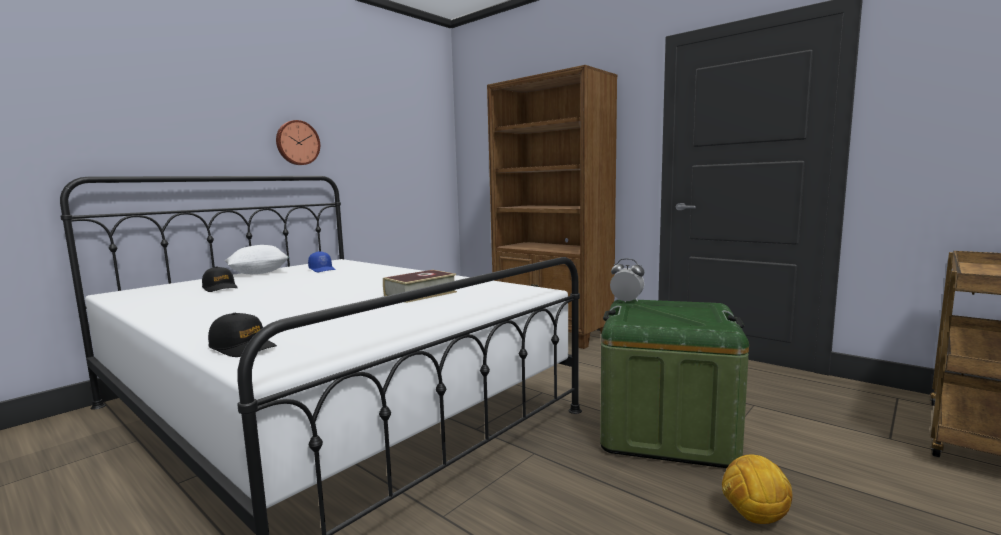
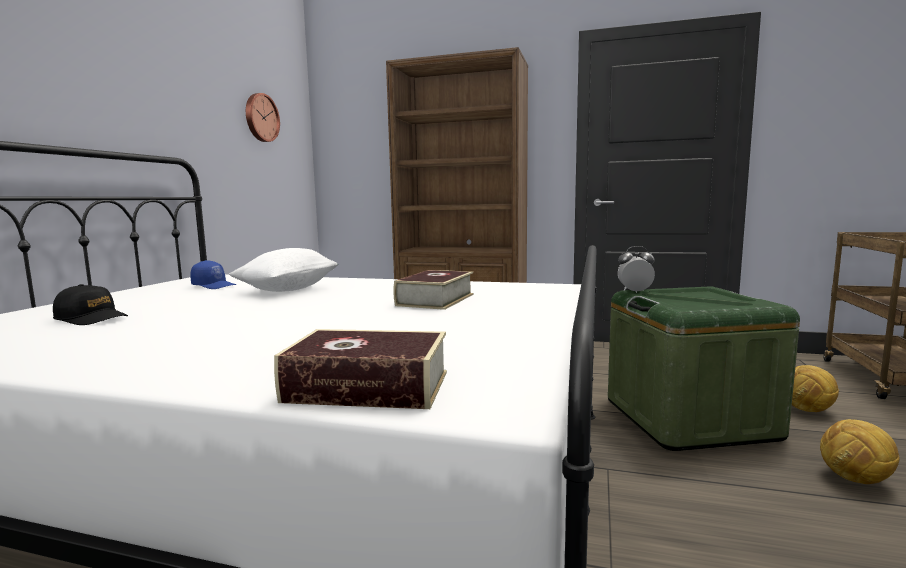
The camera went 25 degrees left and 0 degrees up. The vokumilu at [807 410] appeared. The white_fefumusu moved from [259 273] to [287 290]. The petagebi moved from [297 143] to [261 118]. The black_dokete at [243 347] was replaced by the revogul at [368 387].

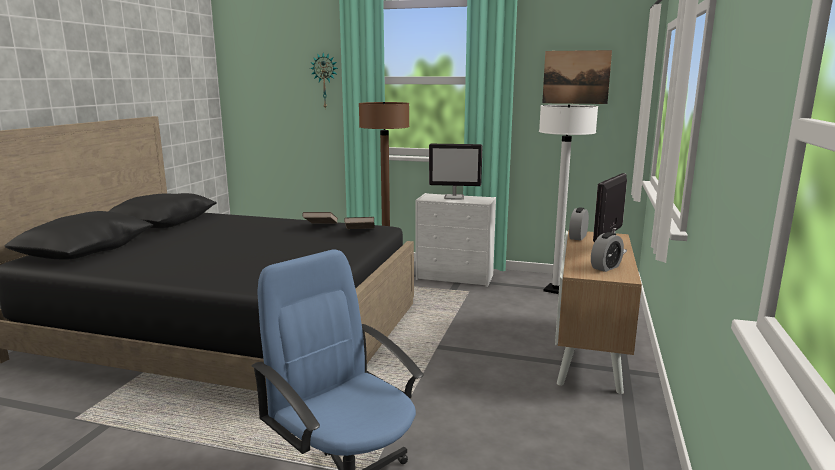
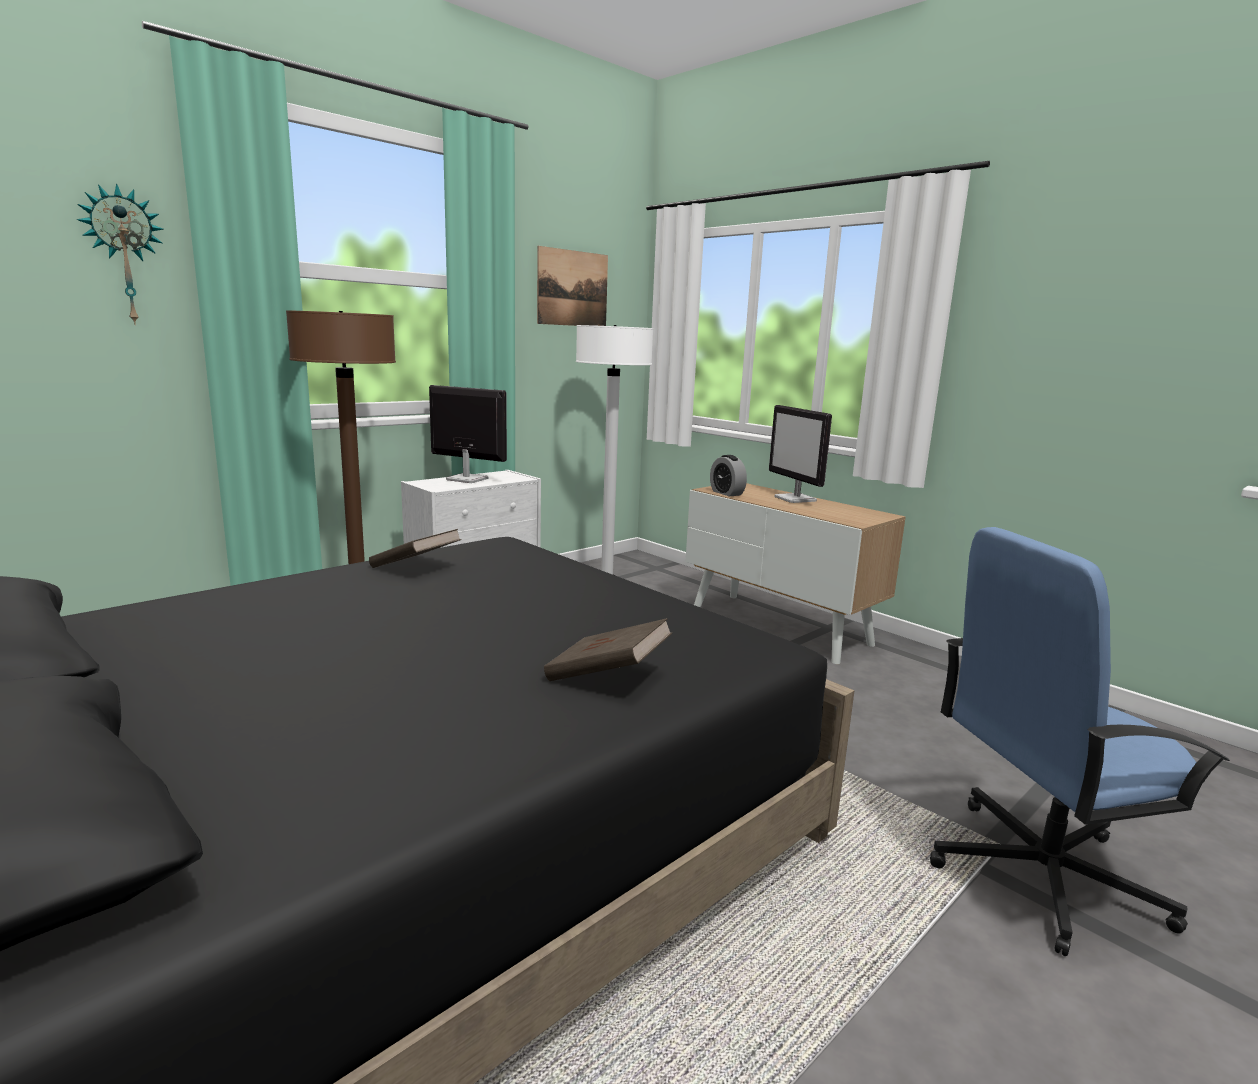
The camera went 60 degrees left and 0 degrees up. The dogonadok at [606 267] disappeared. The brown_revogul moved from [360 232] to [607 676]. The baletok at [454 197] turned 105 degrees counterclockwise.

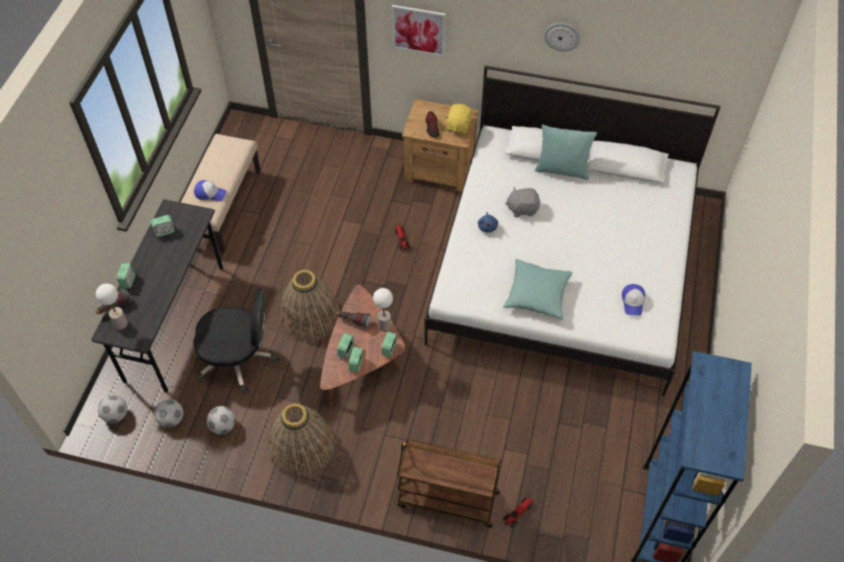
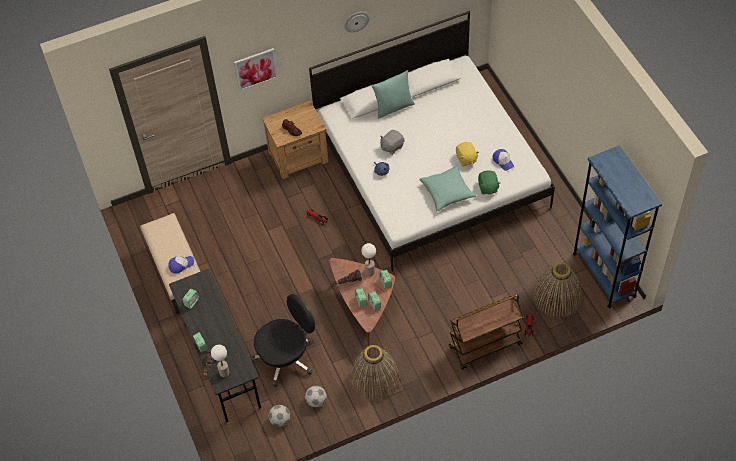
The camera went 35 degrees left and 0 degrees up. The vokumilu at [116 415] disappeared. The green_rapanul at [487 187] appeared. The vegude moved from [310 315] to [557 296]. The yellow_rapanul moved from [458 126] to [466 159].

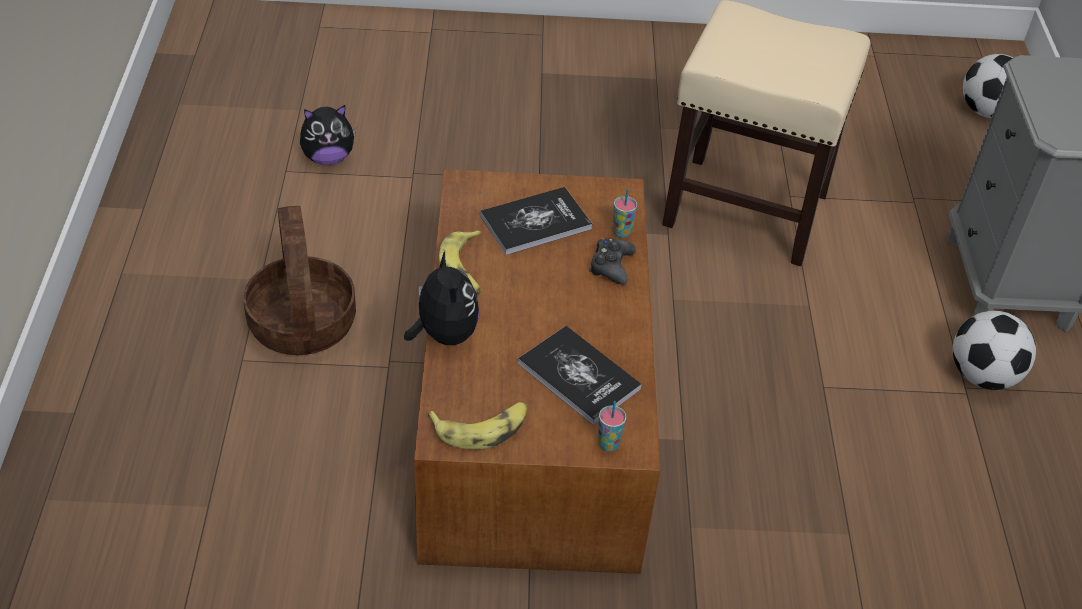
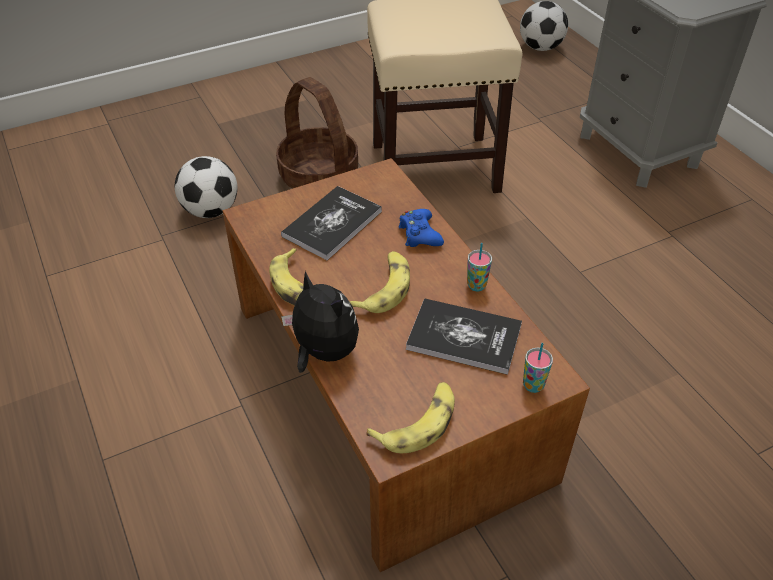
The camera went 25 degrees left and 0 degrees up. The rapanul at [328 158] disappeared. The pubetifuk at [384 288] appeared. The vegude moved from [301 322] to [318 175]. The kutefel moved from [621 232] to [476 285]. The vokumilu moved from [982 376] to [211 210]. The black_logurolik at [611 266] became the blue_logurolik at [419 234].

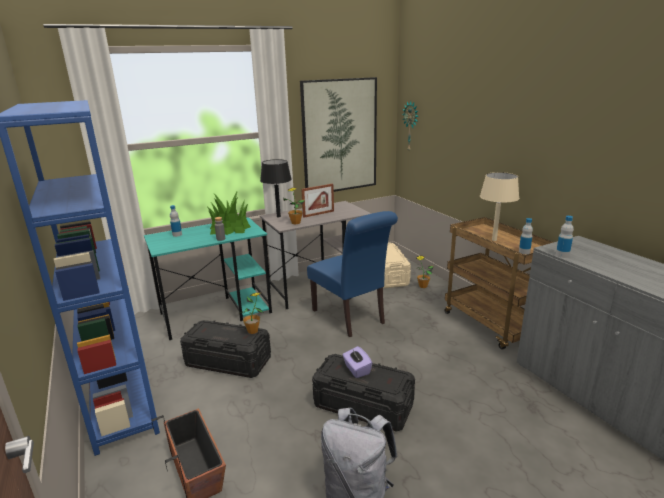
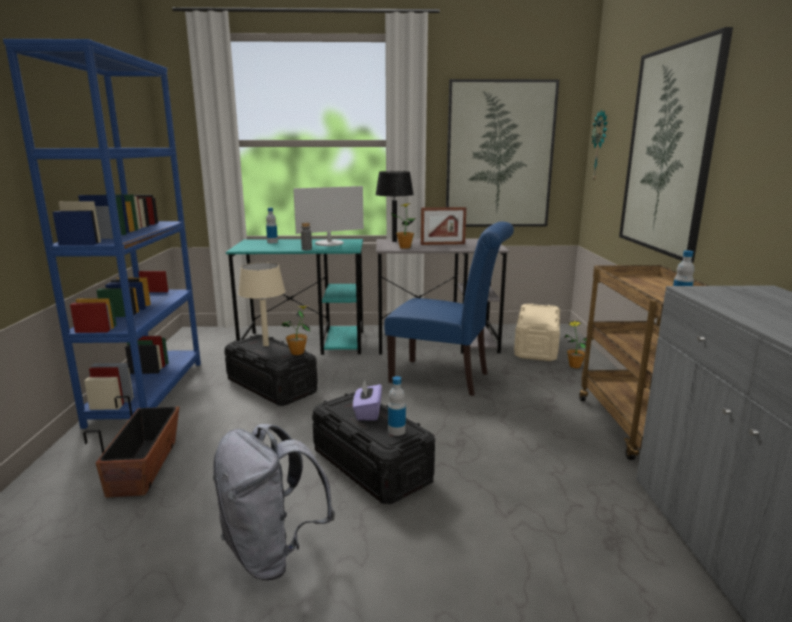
The camera went 25 degrees right and 5 degrees down. The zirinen at [668 151] appeared. The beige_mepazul moved from [494 240] to [266 345]. The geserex moved from [562 255] to [396 431]. The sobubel at [229 228] was replaced by the baletok at [329 243]. The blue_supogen at [351 318] turned 60 degrees counterclockwise.

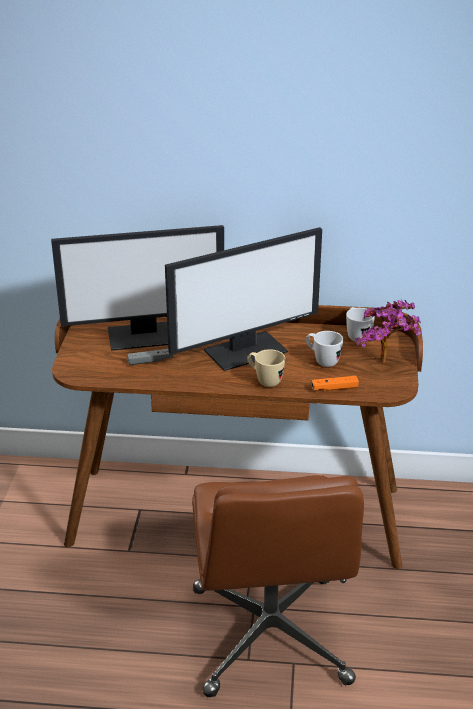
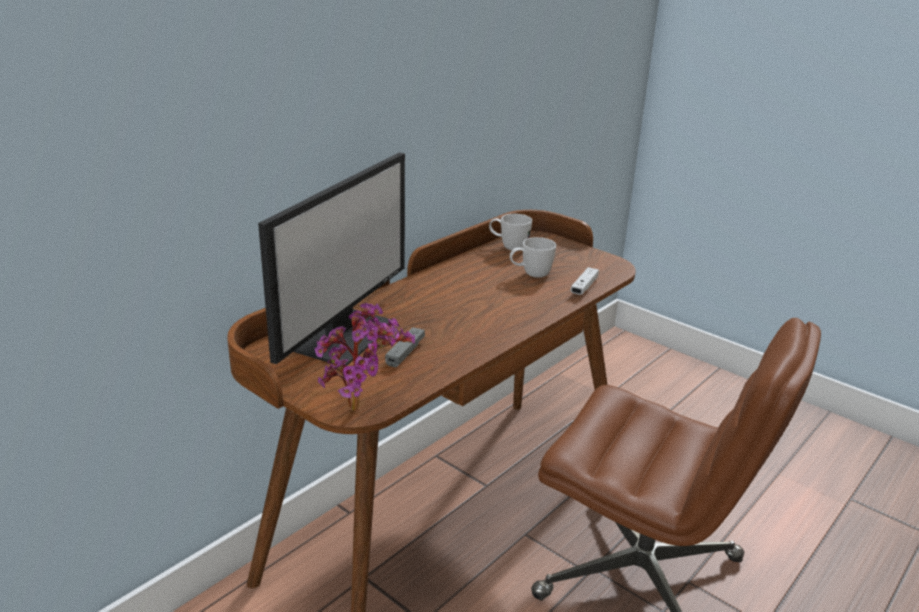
The camera went 55 degrees left and 5 degrees down. The baletok at [245 350] disappeared. The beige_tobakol at [264 380] disappeared. The sobubel moved from [386 364] to [362 411]. The orange_logurolik at [334 388] became the white_logurolik at [584 287].

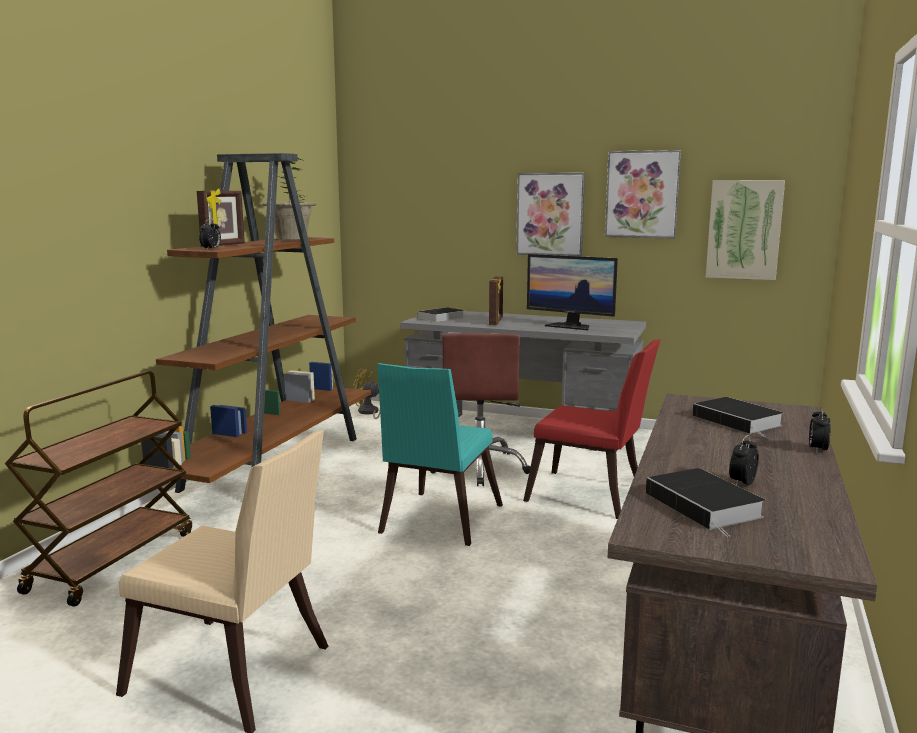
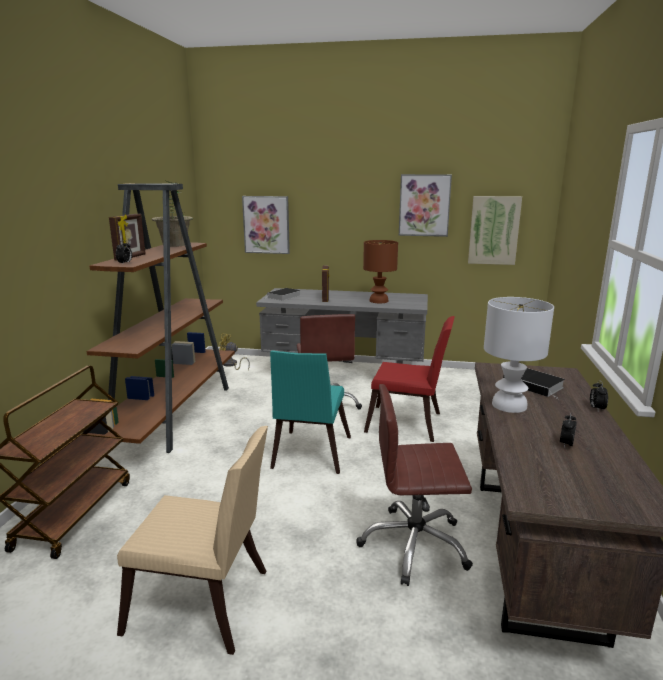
The camera went 10 degrees left and 5 degrees up. The revogul at [706 506] disappeared. The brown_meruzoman at [414 545] appeared. The white_mepazul at [508 405] appeared. The zirinen moved from [550 214] to [266 224]. The baletok at [570 326] was replaced by the brown_mepazul at [379 301].

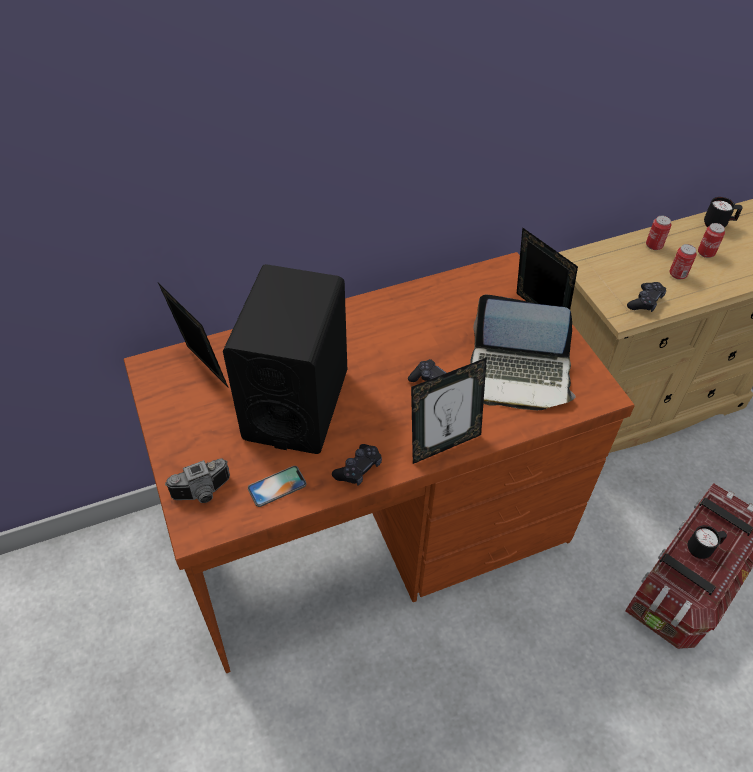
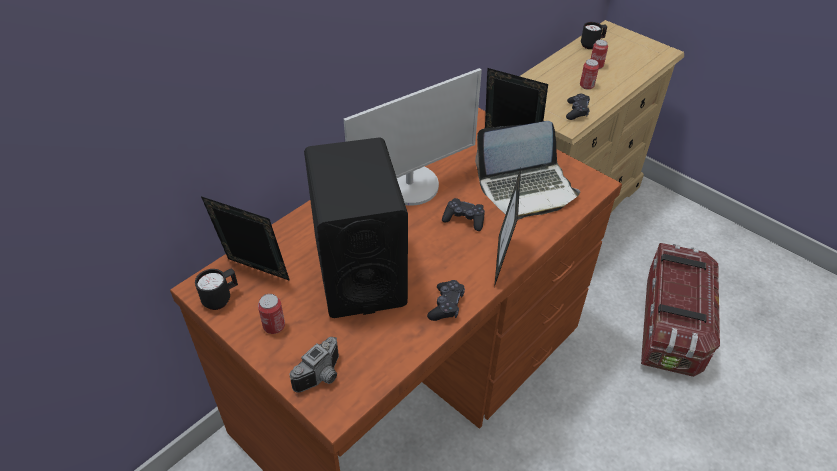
The camera went 25 degrees left and 5 degrees down. The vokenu at [277 486] disappeared. The baletok at [410 185] appeared. The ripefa moved from [654 245] to [274 326]. The black_tobakol moved from [702 549] to [221 298]. The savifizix at [444 444] turned 150 degrees clockwise.

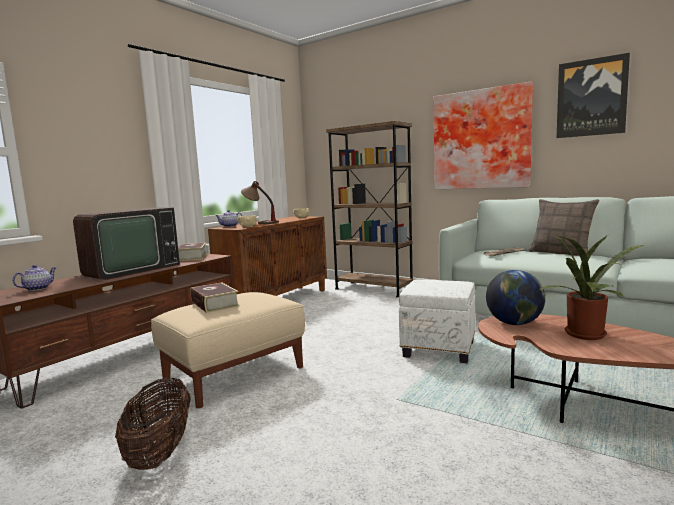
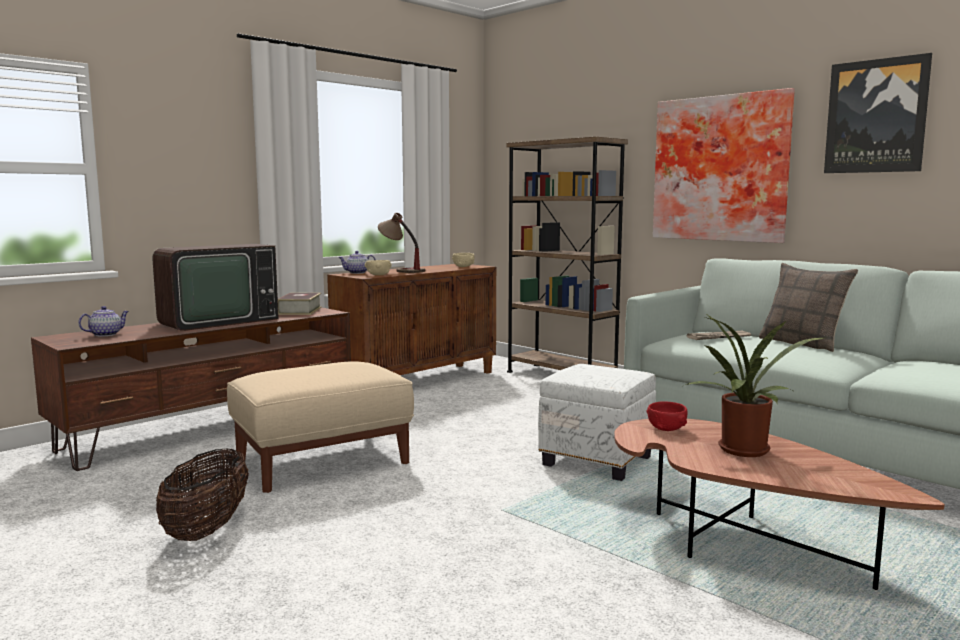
The camera went 10 degrees right and 0 degrees up. The revogul at [214 304] disappeared. The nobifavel at [514 323] was replaced by the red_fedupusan at [666 429].

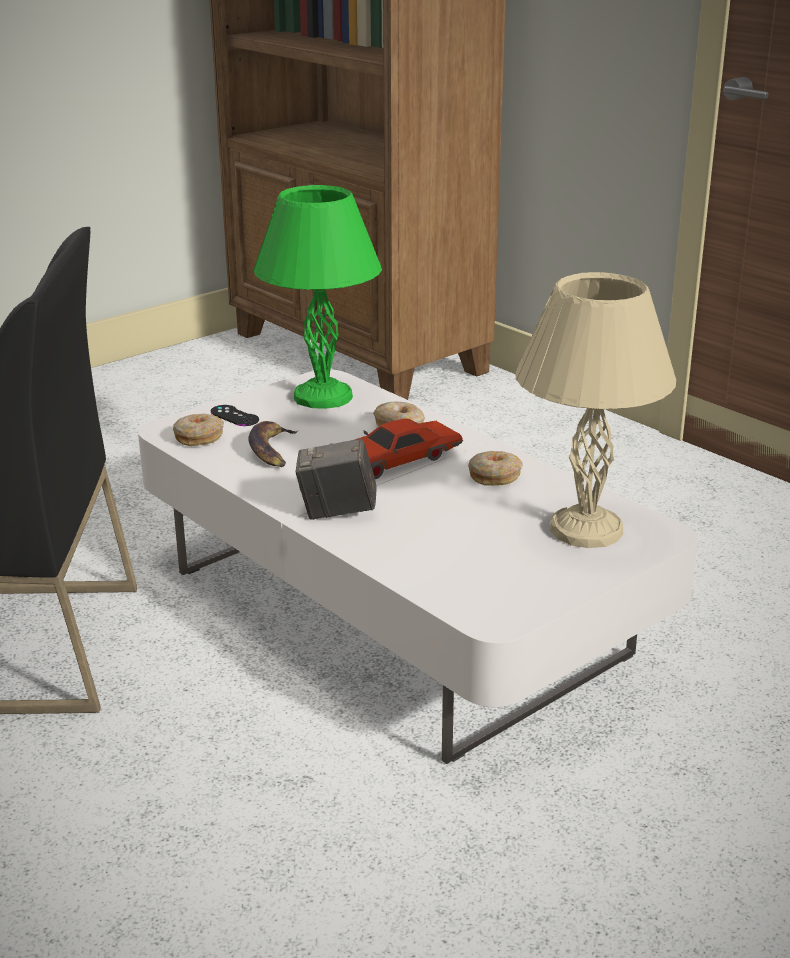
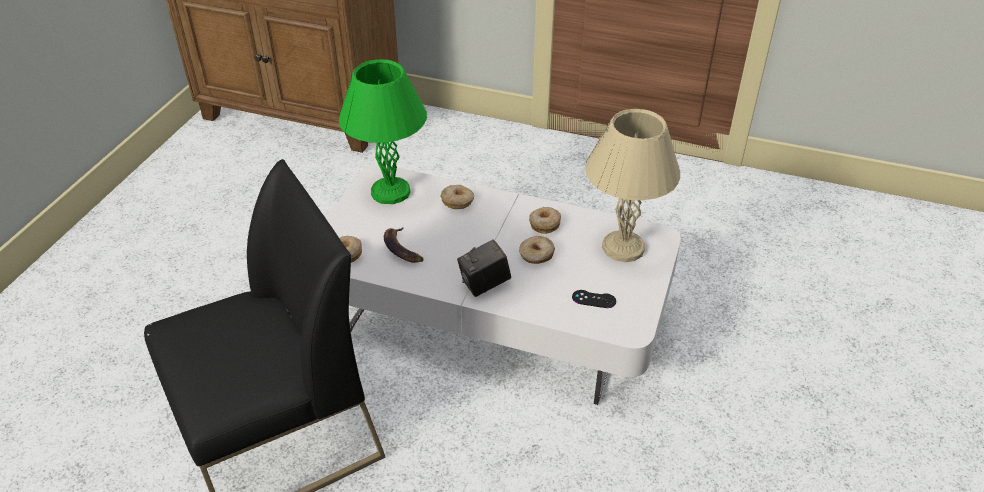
The camera went 30 degrees left and 15 degrees up. The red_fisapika at [398 460] disappeared. The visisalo at [536 255] appeared. The black_logurolik moved from [234 416] to [594 299].

